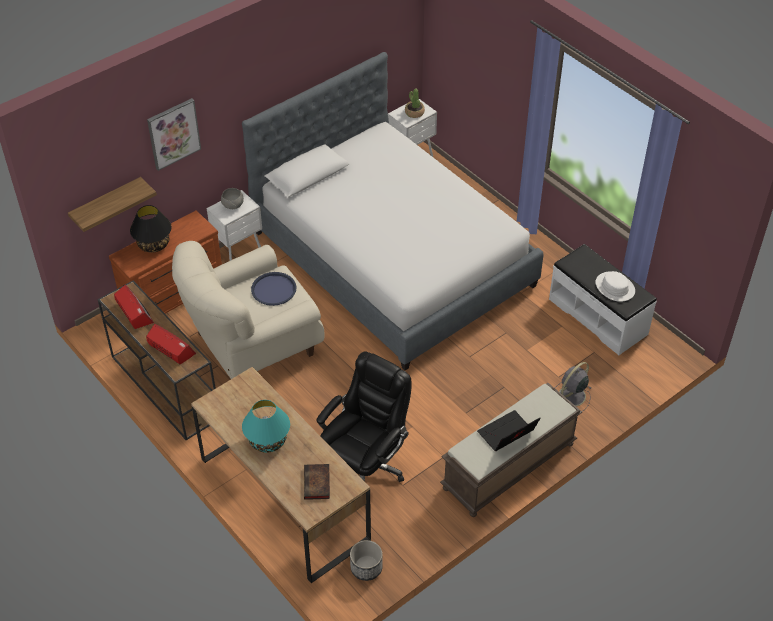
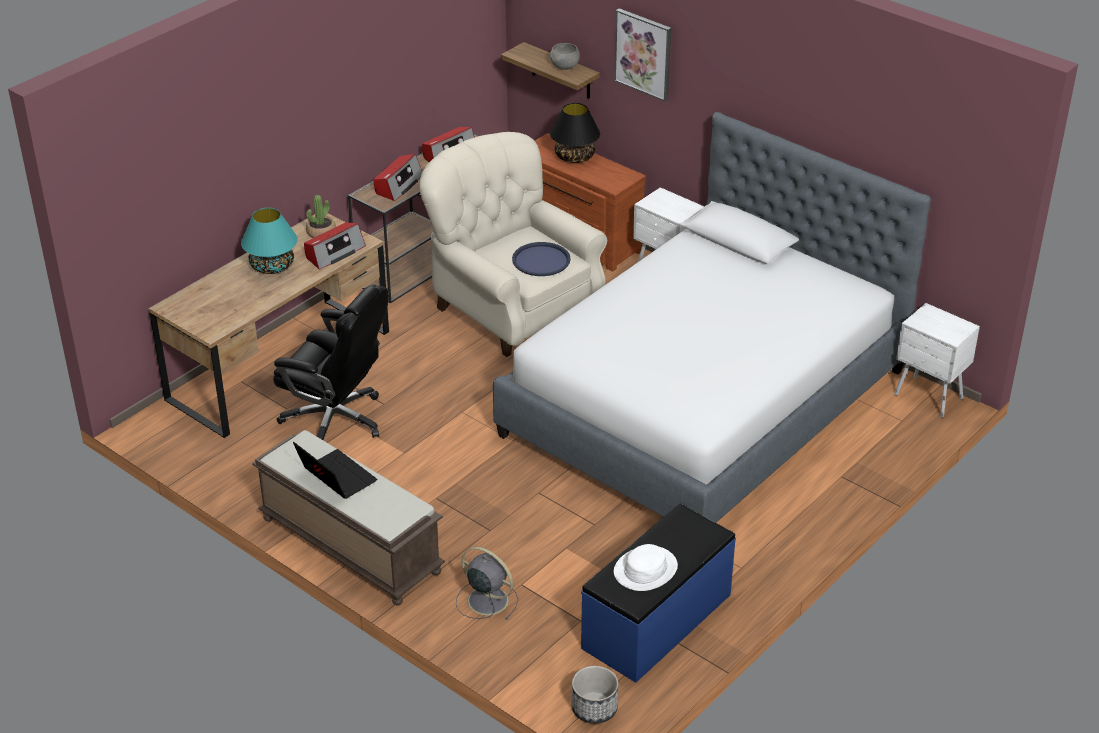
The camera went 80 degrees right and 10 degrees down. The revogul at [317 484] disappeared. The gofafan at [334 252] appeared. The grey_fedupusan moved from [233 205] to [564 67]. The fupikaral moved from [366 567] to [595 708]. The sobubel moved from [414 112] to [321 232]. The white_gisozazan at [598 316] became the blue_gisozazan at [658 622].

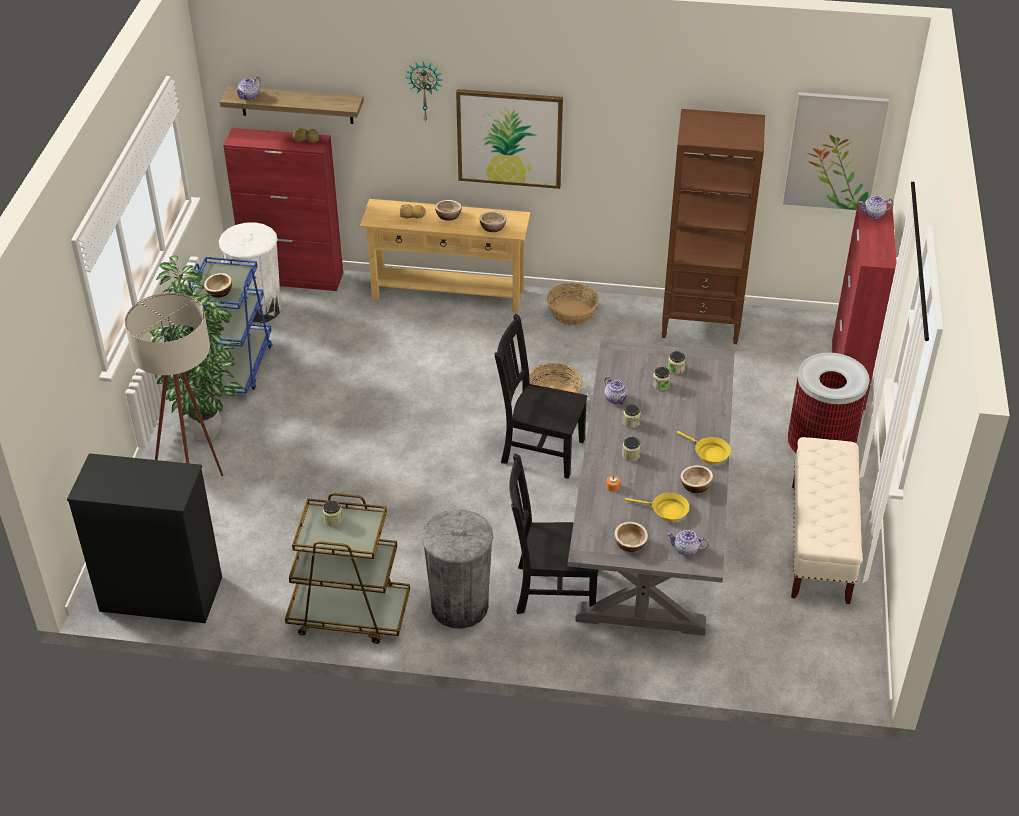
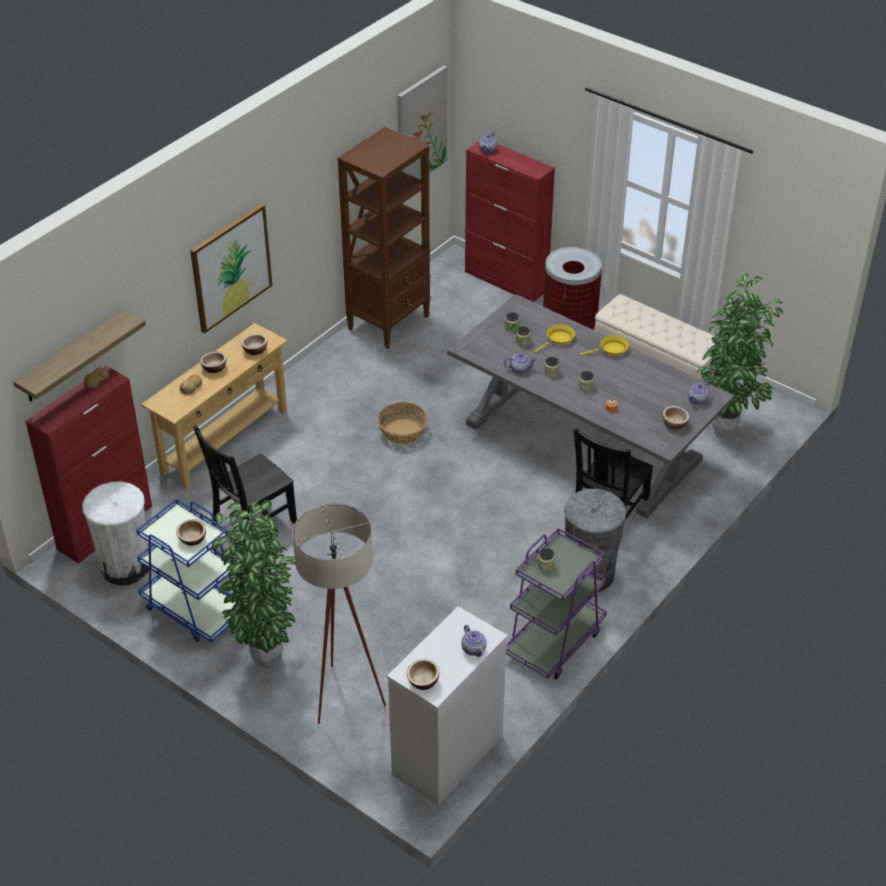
The camera went 60 degrees left and 0 degrees up. The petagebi at [425 90] disappeared. The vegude at [572 313] disappeared. The sobubel at [726 431] appeared. The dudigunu moved from [249 96] to [474 649]. The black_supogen moved from [540 450] to [251 524]. The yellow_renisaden moved from [666 510] to [558 339]. The fedupusan moved from [695 486] to [423 681]. The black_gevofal at [160 594] became the white_gevofal at [447 756]. The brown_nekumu at [348 614] became the purple_nekumu at [554 641].

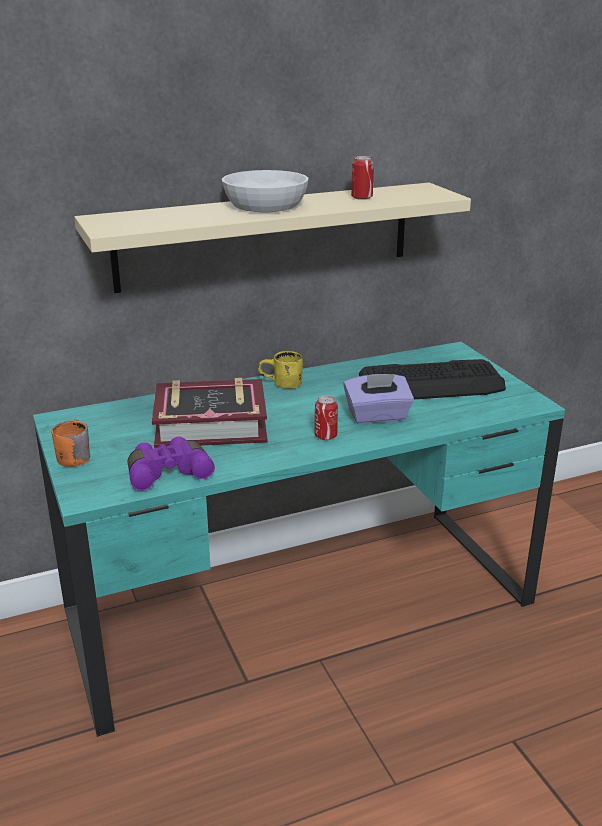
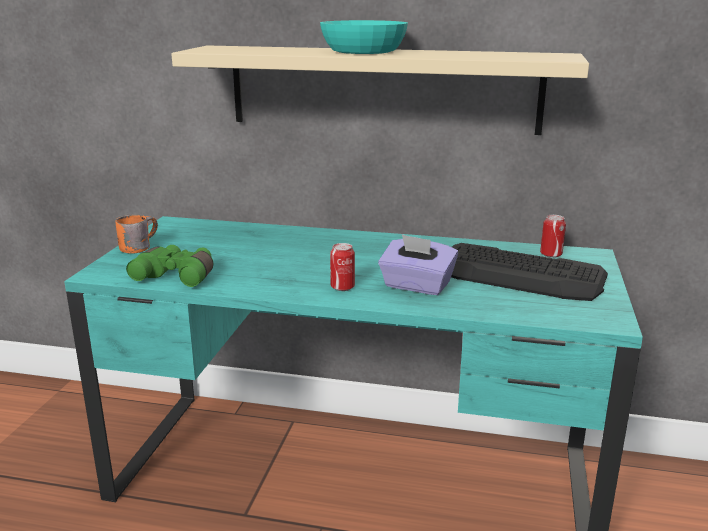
The camera went 35 degrees right and 5 degrees down. The revogul at [210 424] disappeared. The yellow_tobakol at [281 385] disappeared. The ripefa moved from [361 197] to [551 254]. The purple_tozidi at [168 472] became the green_tozidi at [178 275]. The white_fedupusan at [266 206] became the turquoise_fedupusan at [363 51].

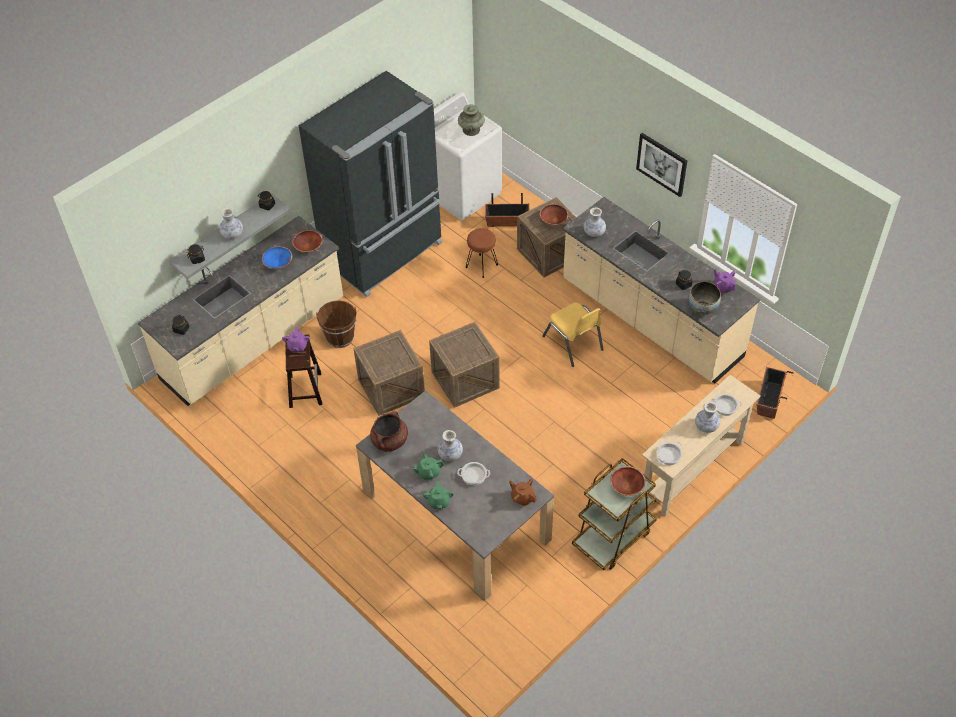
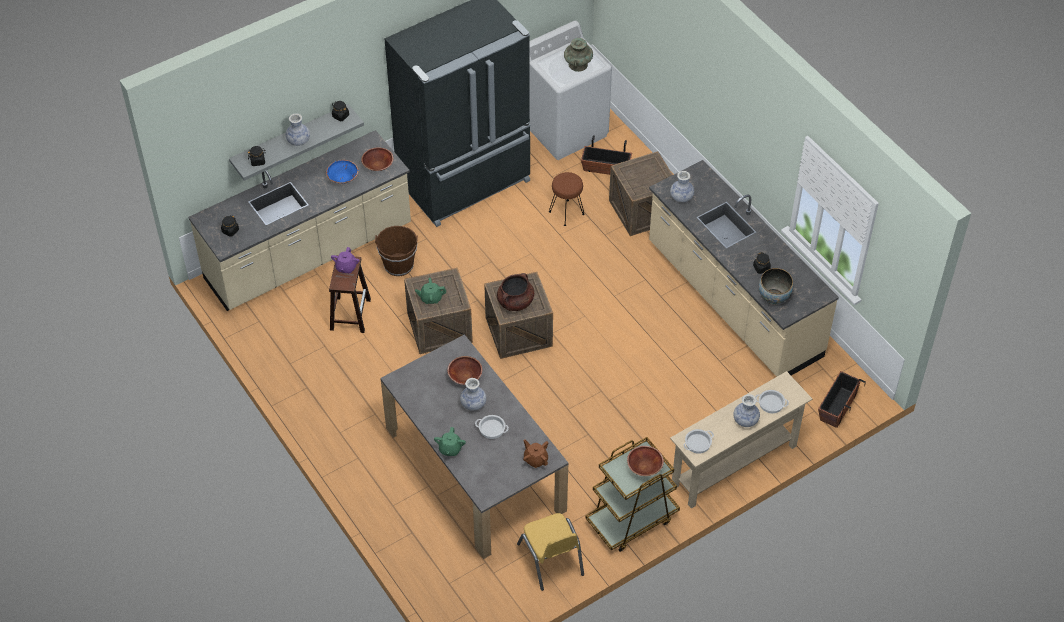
The camera went 10 degrees right and 0 degrees up. The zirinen at [662 164] disappeared. The purple_dudigunu at [723 287] disappeared. The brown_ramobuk moved from [390 441] to [515 302]. The green_dudigunu moved from [428 473] to [431 298]. The brown_fedupusan moved from [553 220] to [465 376]. The yellow_supogen moved from [573 343] to [551 559].

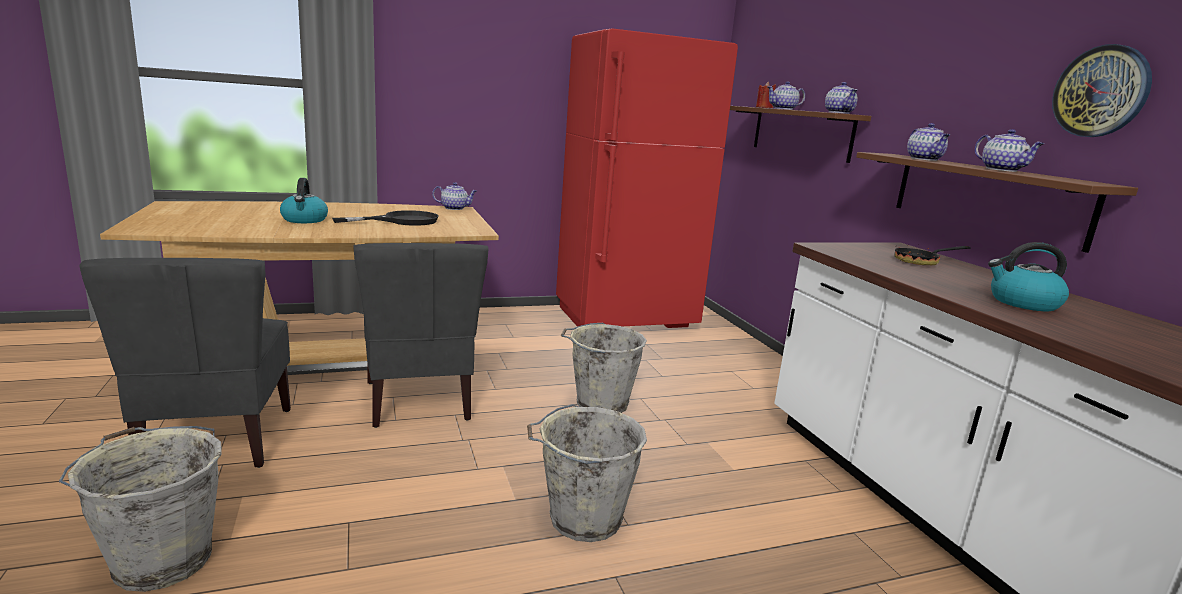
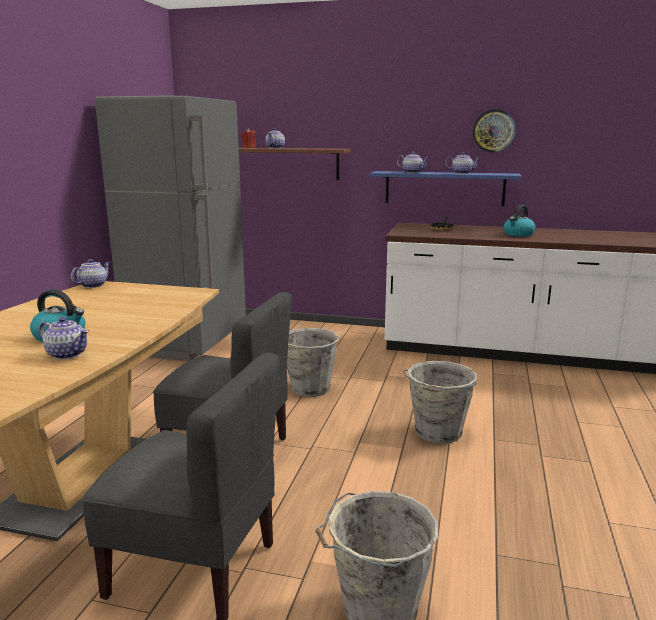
The camera went 55 degrees left and 0 degrees up. The black_renisaden at [401 221] disappeared. The dudigunu moved from [839 113] to [67 354]. The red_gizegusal at [626 320] became the grey_gizegusal at [189 341]. The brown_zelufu at [986 197] became the blue_zelufu at [444 188].

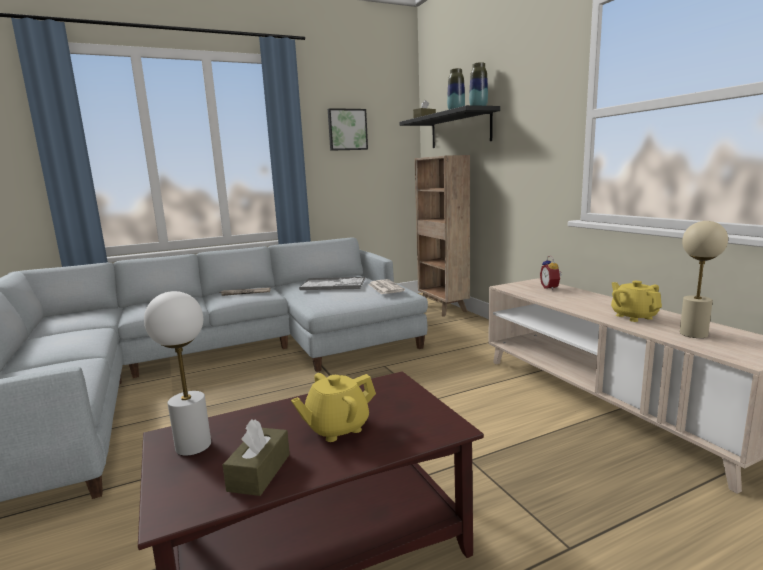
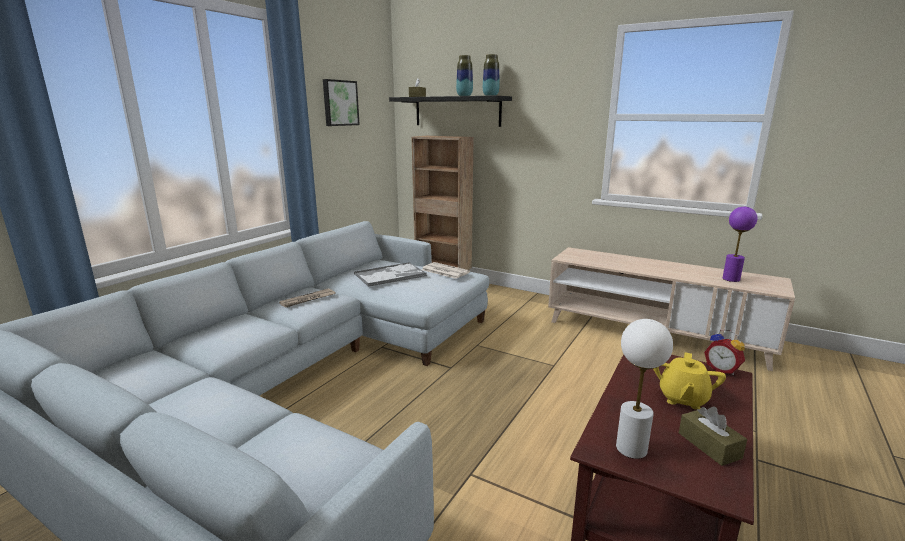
The camera went 35 degrees left and 5 degrees up. The yellow_dudigunu at [633 316] disappeared. The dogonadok moved from [551 288] to [722 370]. The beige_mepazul at [693 334] became the purple_mepazul at [731 279].

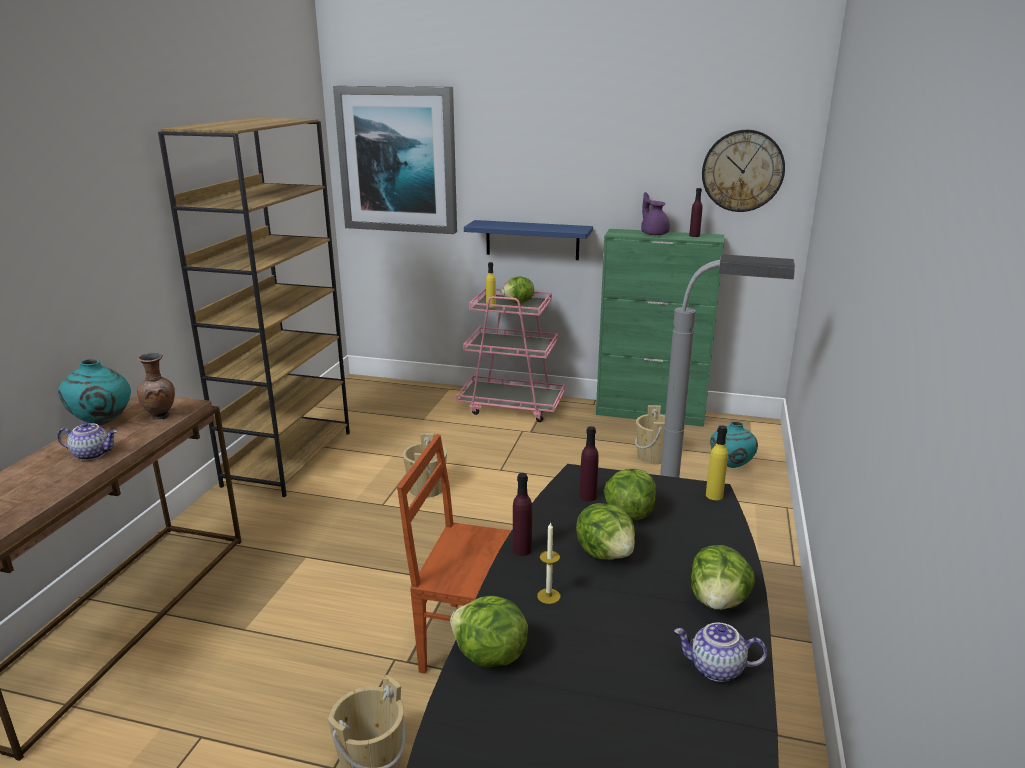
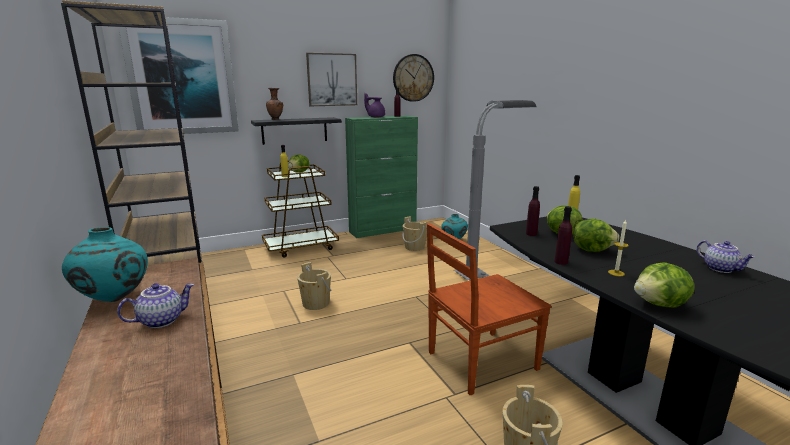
The camera went 40 degrees left and 5 degrees down. The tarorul at [718 601] disappeared. The zirinen at [332 80] appeared. The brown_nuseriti moved from [161 417] to [276 119]. The pink_nekumu at [511 406] became the brown_nekumu at [301 247]. The blue_zelufu at [532 240] became the black_zelufu at [294 130]. The dudigunu at [716 669] turned 90 degrees counterclockwise.

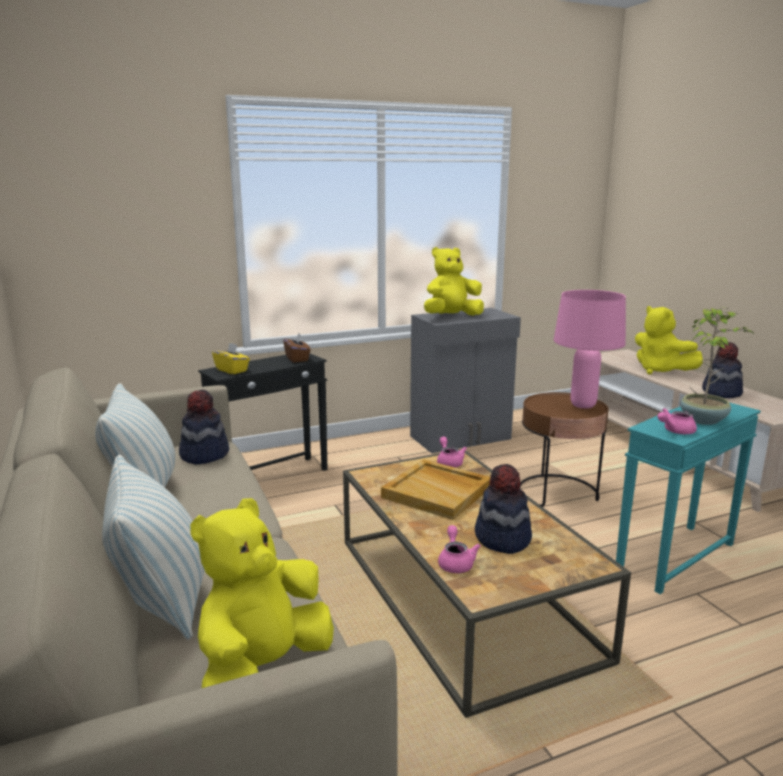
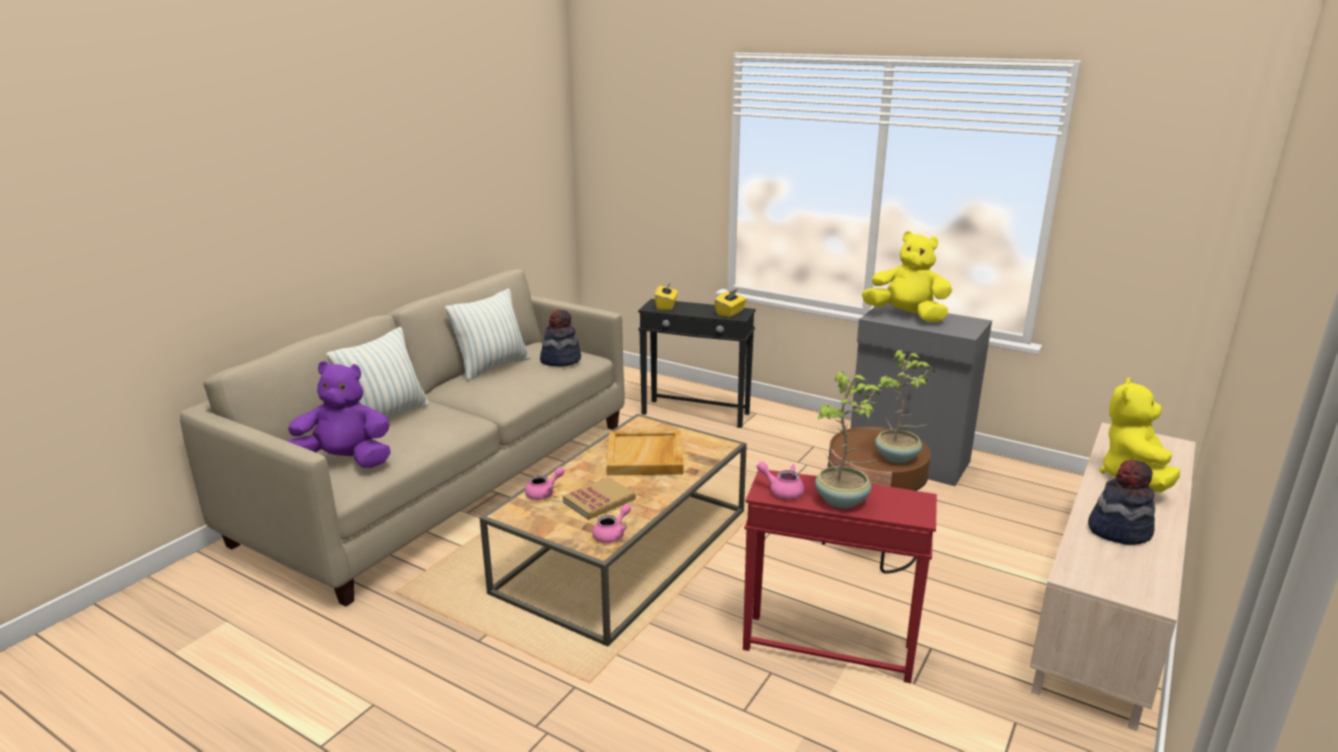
The camera went 55 degrees right and 5 degrees up. The pink_dudigunu moved from [449 462] to [612 534]. The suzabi at [502 538] was replaced by the revogul at [599 501]. The pink_mepazul at [583 405] was replaced by the sobubel at [898 457]. The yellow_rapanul at [263 669] became the purple_rapanul at [345 461]. The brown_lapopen at [297 359] became the yellow_lapopen at [730 313]. The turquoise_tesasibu at [674 557] became the red_tesasibu at [827 646].

